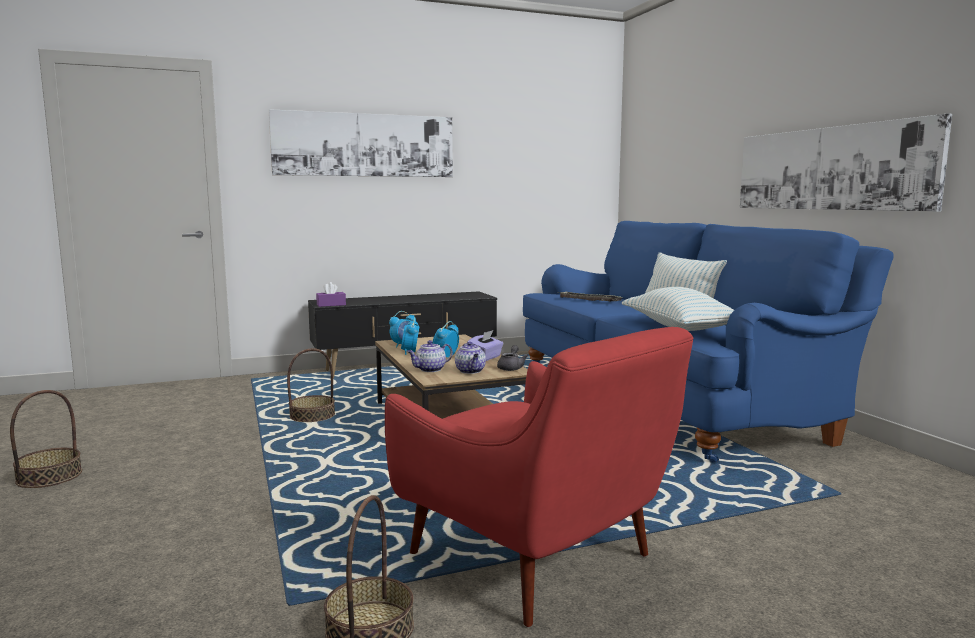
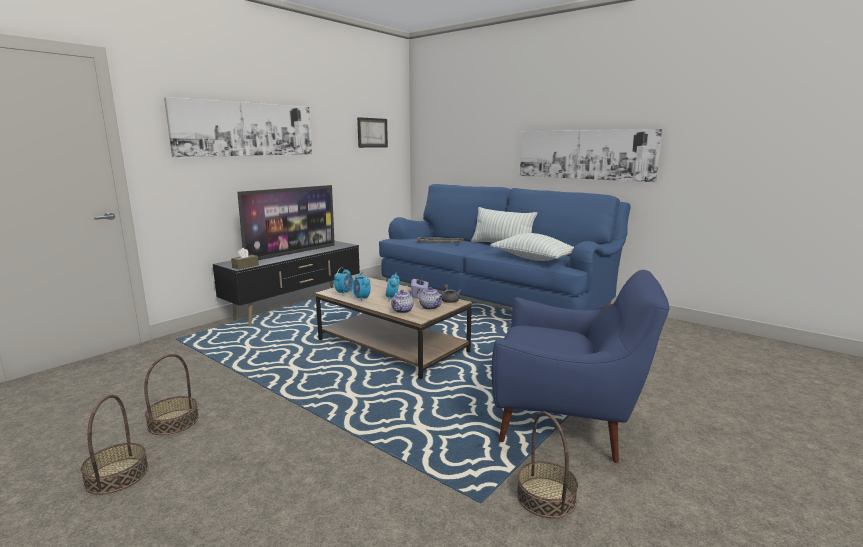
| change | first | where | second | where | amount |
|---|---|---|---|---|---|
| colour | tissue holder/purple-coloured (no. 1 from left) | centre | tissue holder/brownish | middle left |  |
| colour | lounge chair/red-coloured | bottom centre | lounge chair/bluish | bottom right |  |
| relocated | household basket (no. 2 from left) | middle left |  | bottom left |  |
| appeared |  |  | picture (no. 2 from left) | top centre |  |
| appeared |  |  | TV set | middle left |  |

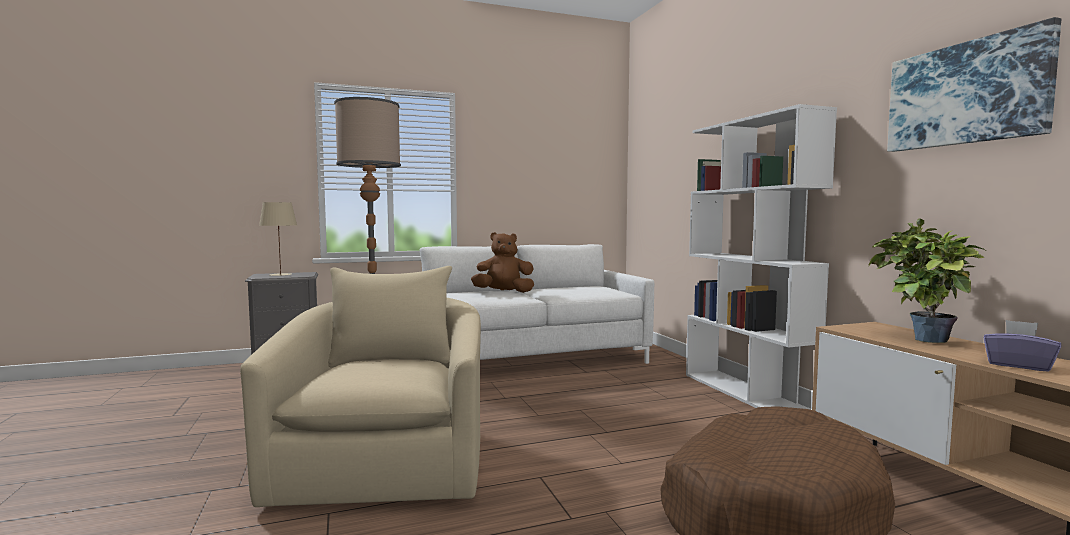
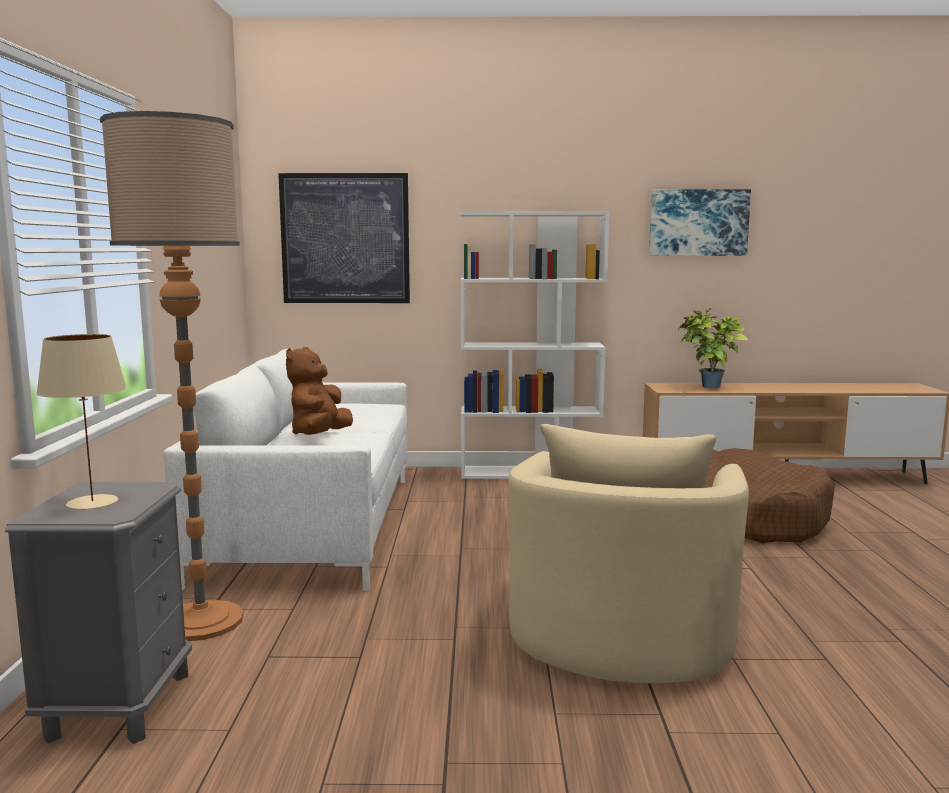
| change | first | where | second | where | amount |
|---|---|---|---|---|---|
| spun | lounge chair/beige-coloured | bottom centre |  | bottom centre | 90 degrees counterclockwise |
| missing | tissue holder/purple-coloured | middle right |  |  |  |
| appeared |  |  | picture (no. 1 from left) | top centre |  |

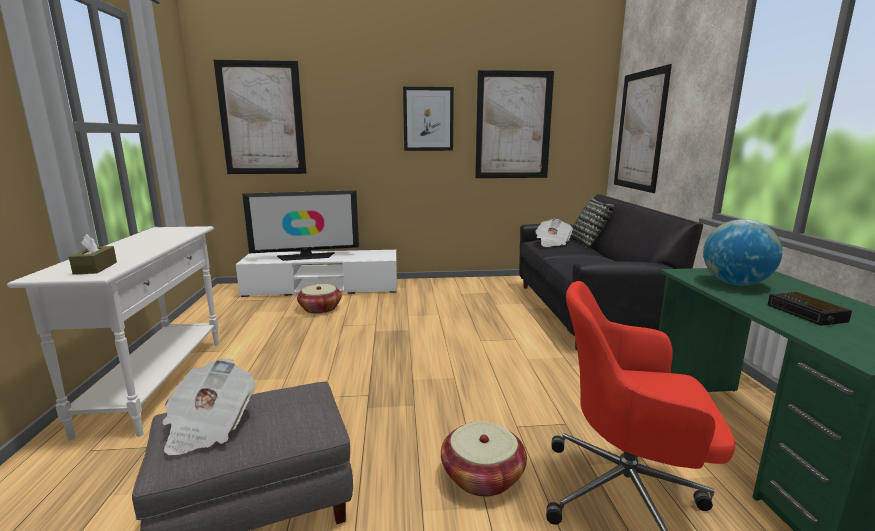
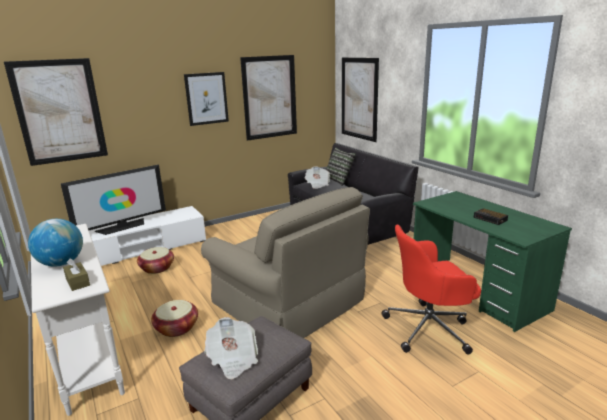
| change | first | where | second | where | amount |
|---|---|---|---|---|---|
| relocated | desk globe | middle right |  | middle left |  |
| relocated | household basket (no. 2 from left) | bottom centre |  | bottom left |  |
| appeared |  |  | lounge chair/beige-coloured | centre |  |

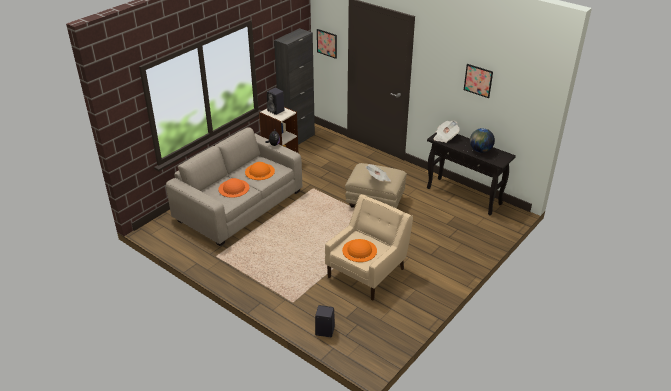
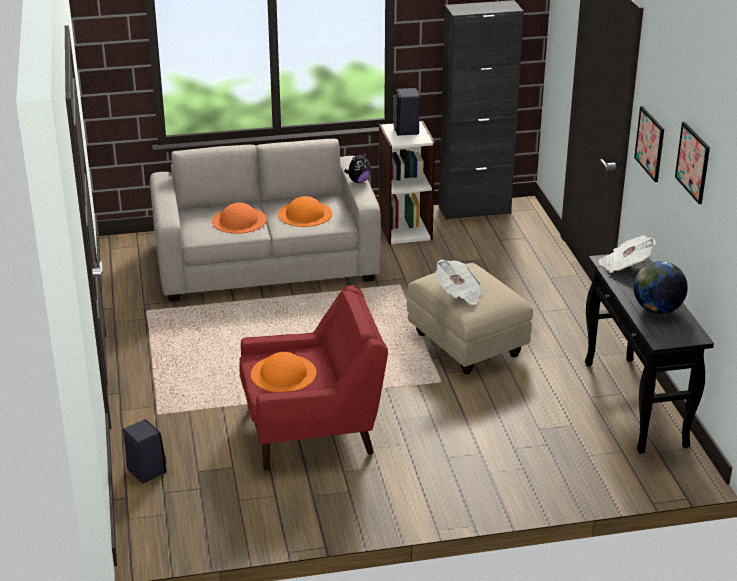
| change | first | where | second | where | amount |
|---|---|---|---|---|---|
| relocated | picture (no. 1 from left) | top centre |  | top right |  |
| colour | lounge chair/beige-coloured | centre | lounge chair/red-coloured | centre |  |

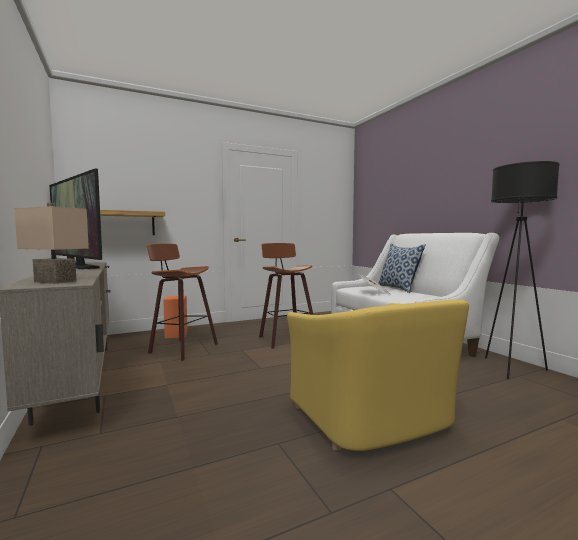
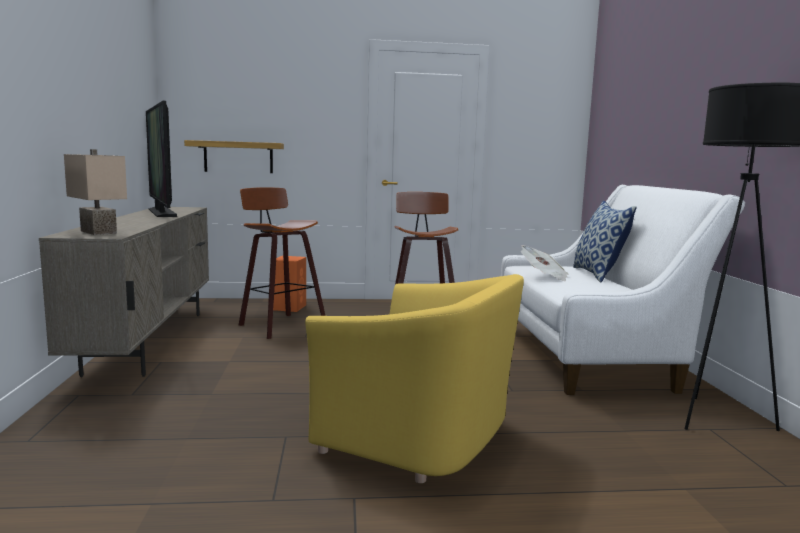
| change | first | where | second | where | amount |
|---|---|---|---|---|---|
| spun | lounge chair/yellow-coloured | bottom centre |  | bottom centre | 60 degrees counterclockwise |

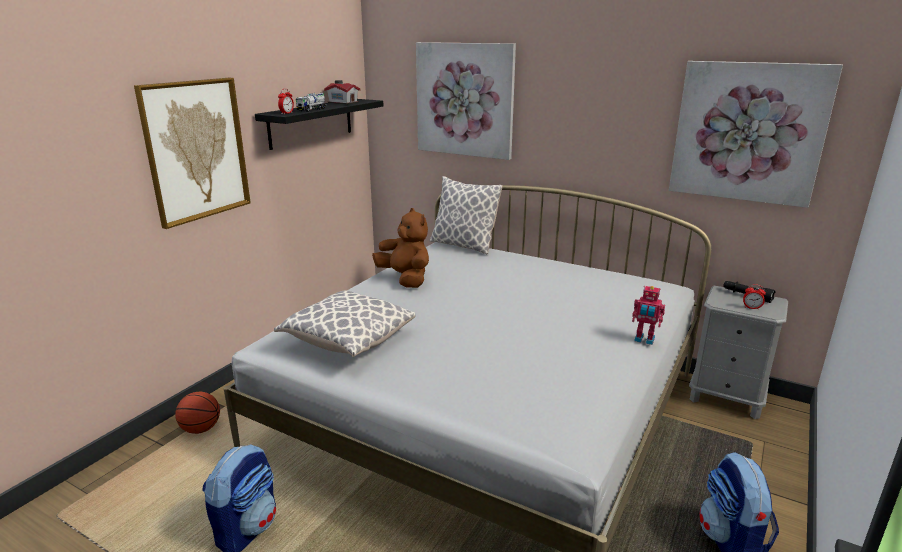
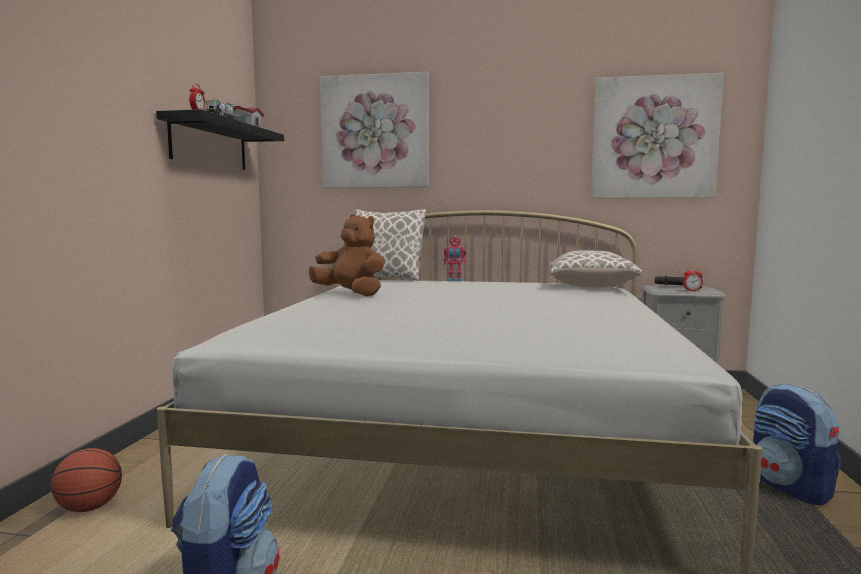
| change | first | where | second | where | amount |
|---|---|---|---|---|---|
| missing | picture (no. 1 from left) | top left |  |  |  |
| relocated | toy robot | middle right |  | centre |  |
| relocated | cushion (no. 1 from left in the first image) | centre | cushion (no. 2 from left) | middle right |  |

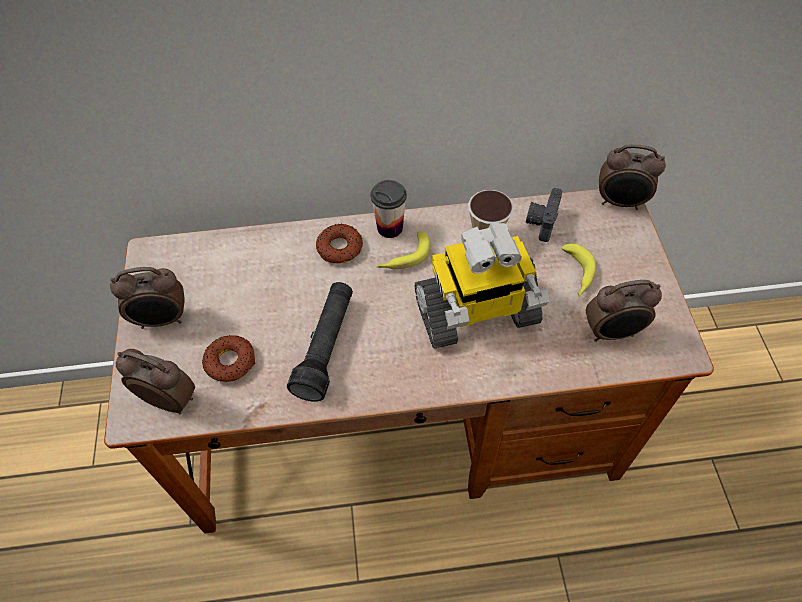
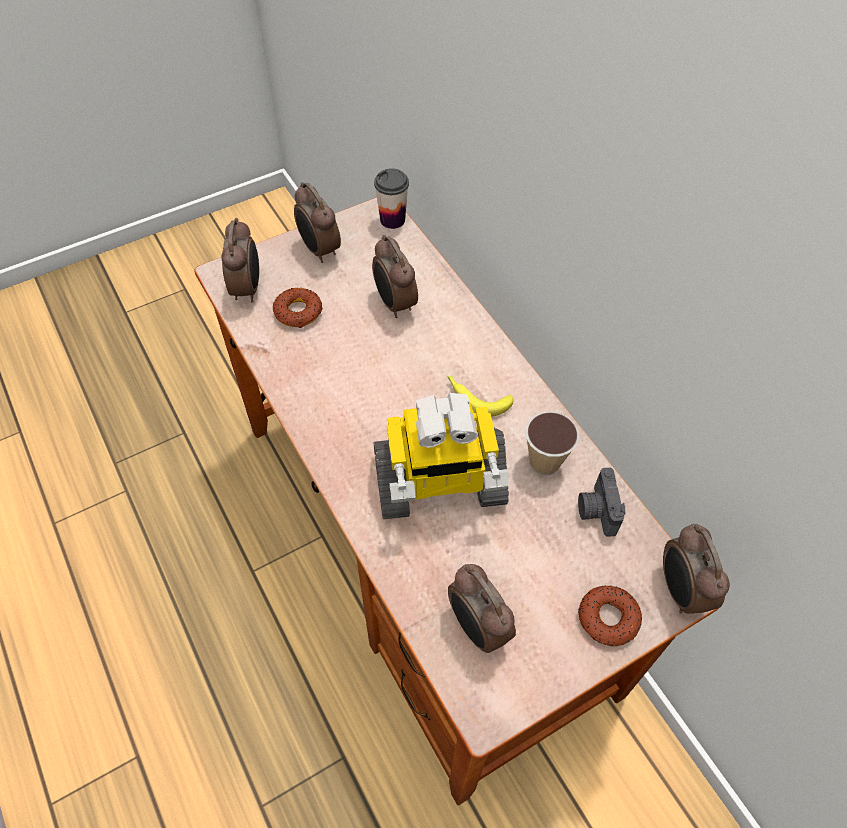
| change | first | where | second | where | amount |
|---|---|---|---|---|---|
| relocated | cup (no. 1 from left) | centre |  | top centre |  |
| spun | photo camera | middle right |  | middle right | 90 degrees counterclockwise |
| spun | toy robot | centre |  | centre | 60 degrees counterclockwise |
| relocated | ring doughnut (no. 2 from left) | centre |  | bottom right |  |
| missing | whole banana (no. 2 from left) | middle right |  |  |  |
| missing | torch/black-coloured | centre |  |  |  |
| appeared |  |  | bedside clock (no. 3 from left) | centre |  |

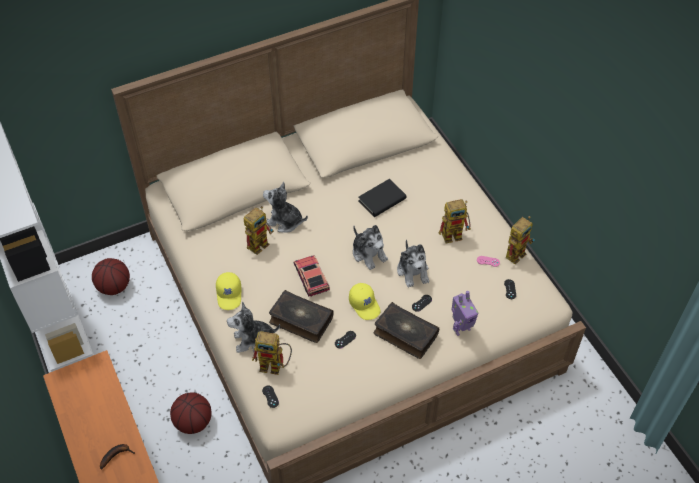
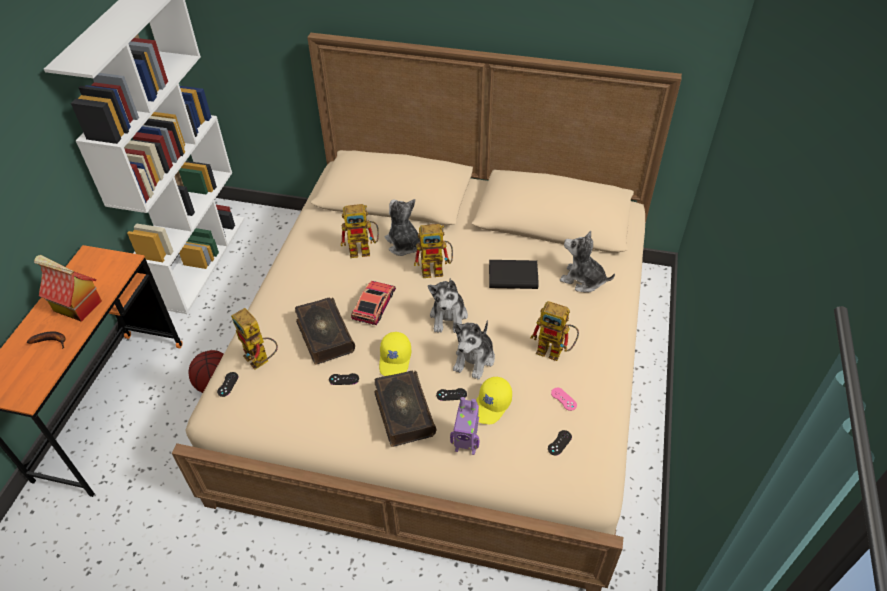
| change | first | where | second | where | amount |
|---|---|---|---|---|---|
| relocated | toy robot (no. 5 from left in the first image) | middle right | toy robot (no. 3 from left) | centre |  |
| missing | basketball (no. 1 from left) | middle left |  |  |  |
| relocated | baseball cap/yellow-coloured (no. 1 from left in the first image) | middle left | baseball cap/yellow-coloured (no. 2 from left) | bottom centre |  |
| relocated | soft toy (no. 1 from left in the first image) | bottom centre | soft toy (no. 4 from left) | centre |  |
| appeared |  |  | model house | middle left |  |

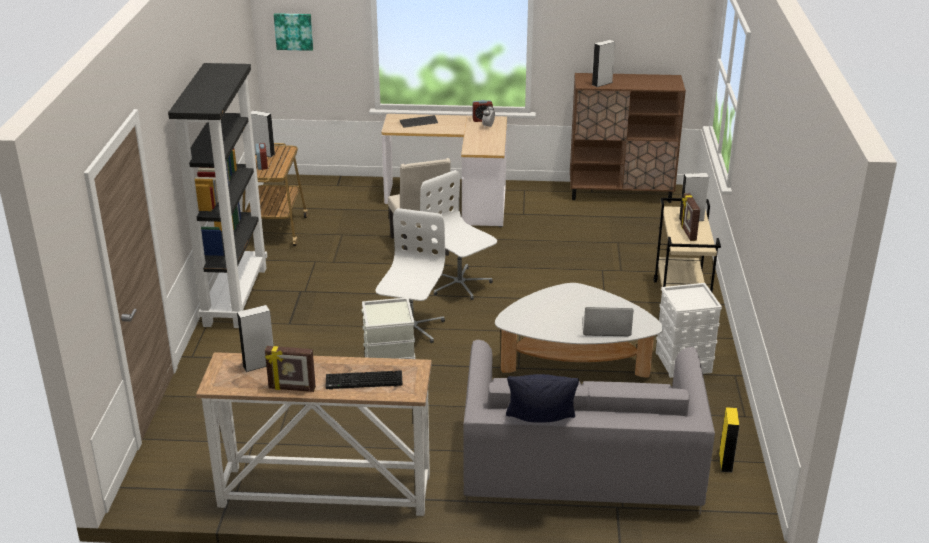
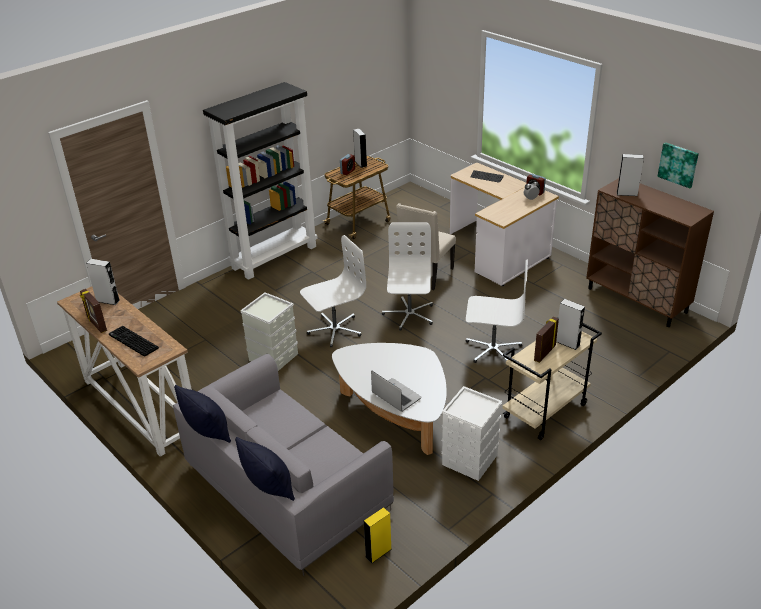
| change | first | where | second | where | amount |
|---|---|---|---|---|---|
| relocated | picture | top left |  | top right |  |
| appeared |  |  | computer chair/white-coloured (no. 3 from left) | centre |  |
| appeared |  |  | cushion/black-coloured (no. 2 from left) | bottom centre |  |

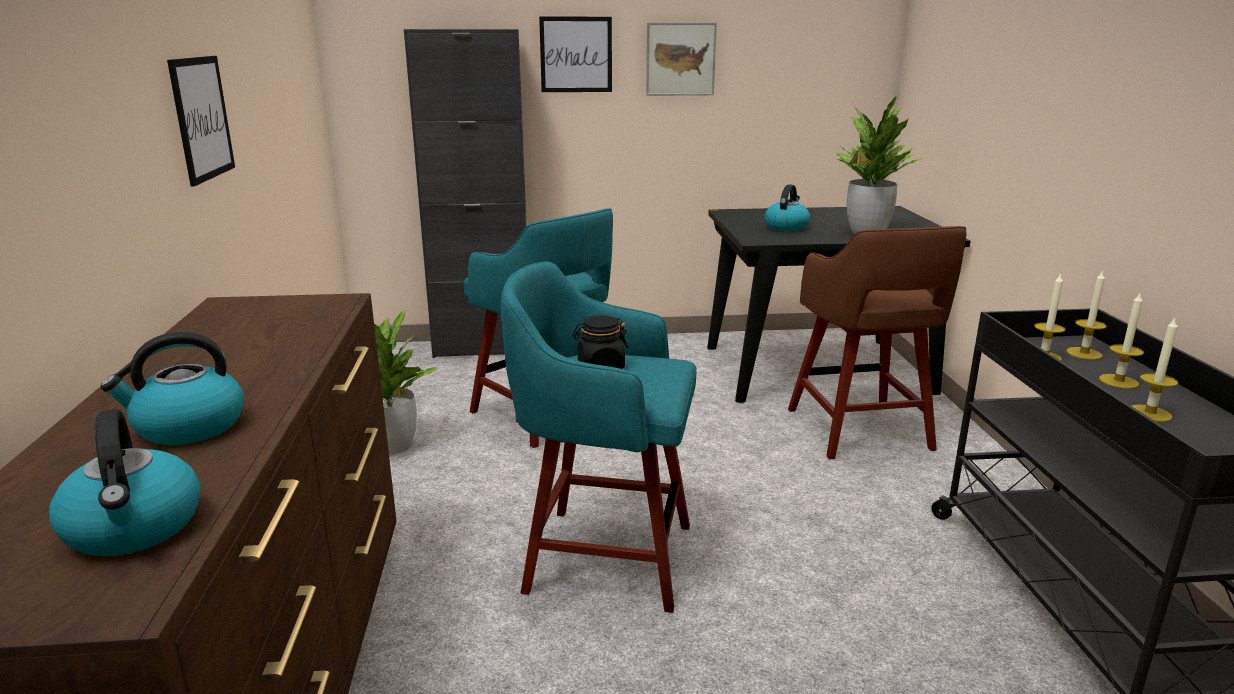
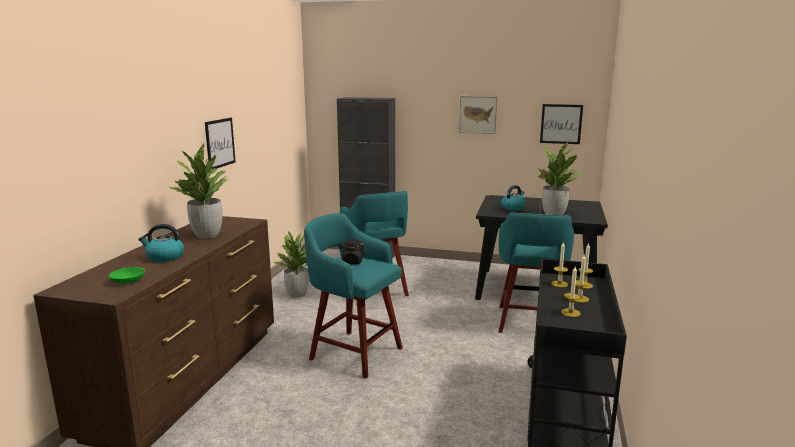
| change | first | where | second | where | amount |
|---|---|---|---|---|---|
| relocated | picture (no. 2 from left in the first image) | top centre | picture (no. 3 from left) | top right |  |
| colour | stool/brownish | middle right | stool/turquoise-coloured (no. 3 from left) | middle right |  |
| exchanged | water kettle (no. 1 from left) | bottom left | bowl/greenish | middle left |  |
| appeared |  |  | plant in a pot (no. 1 from left) | middle left |  |

